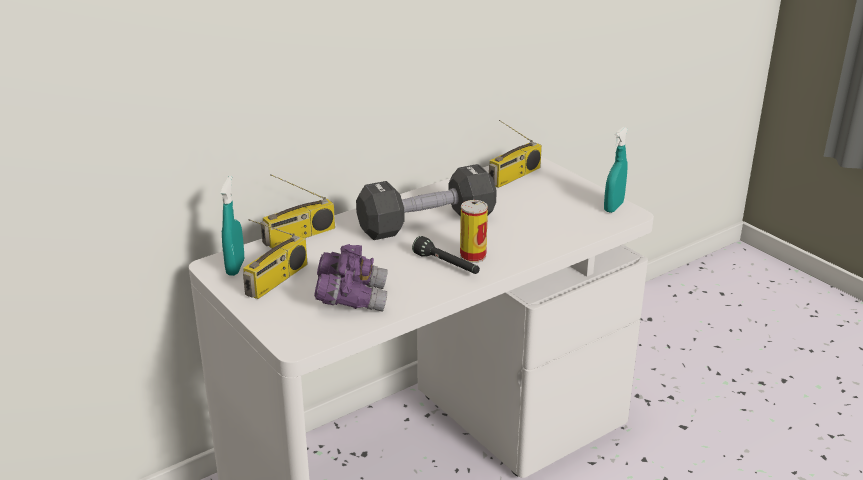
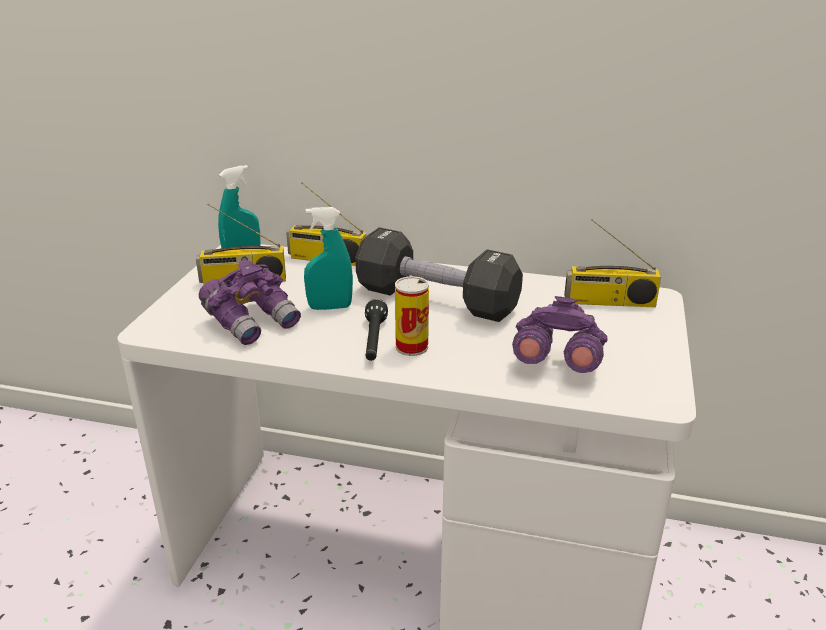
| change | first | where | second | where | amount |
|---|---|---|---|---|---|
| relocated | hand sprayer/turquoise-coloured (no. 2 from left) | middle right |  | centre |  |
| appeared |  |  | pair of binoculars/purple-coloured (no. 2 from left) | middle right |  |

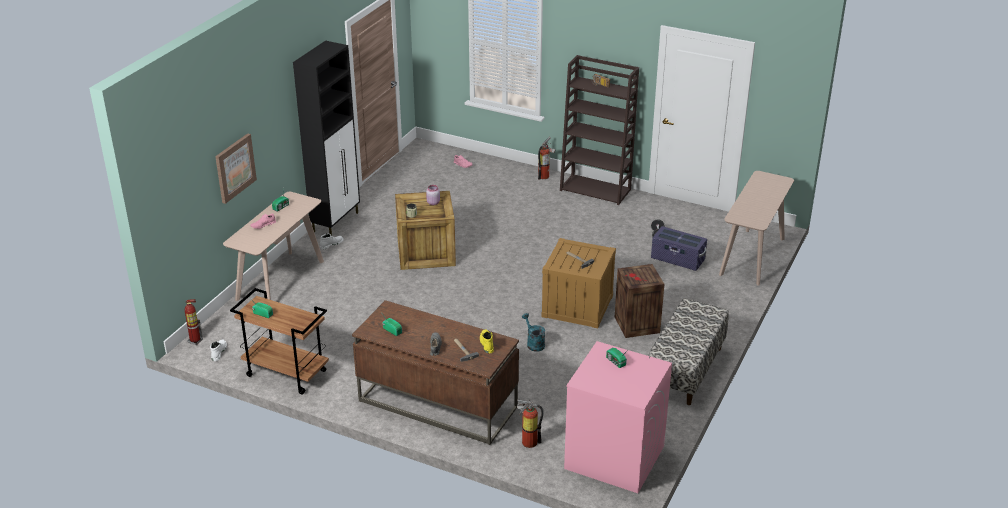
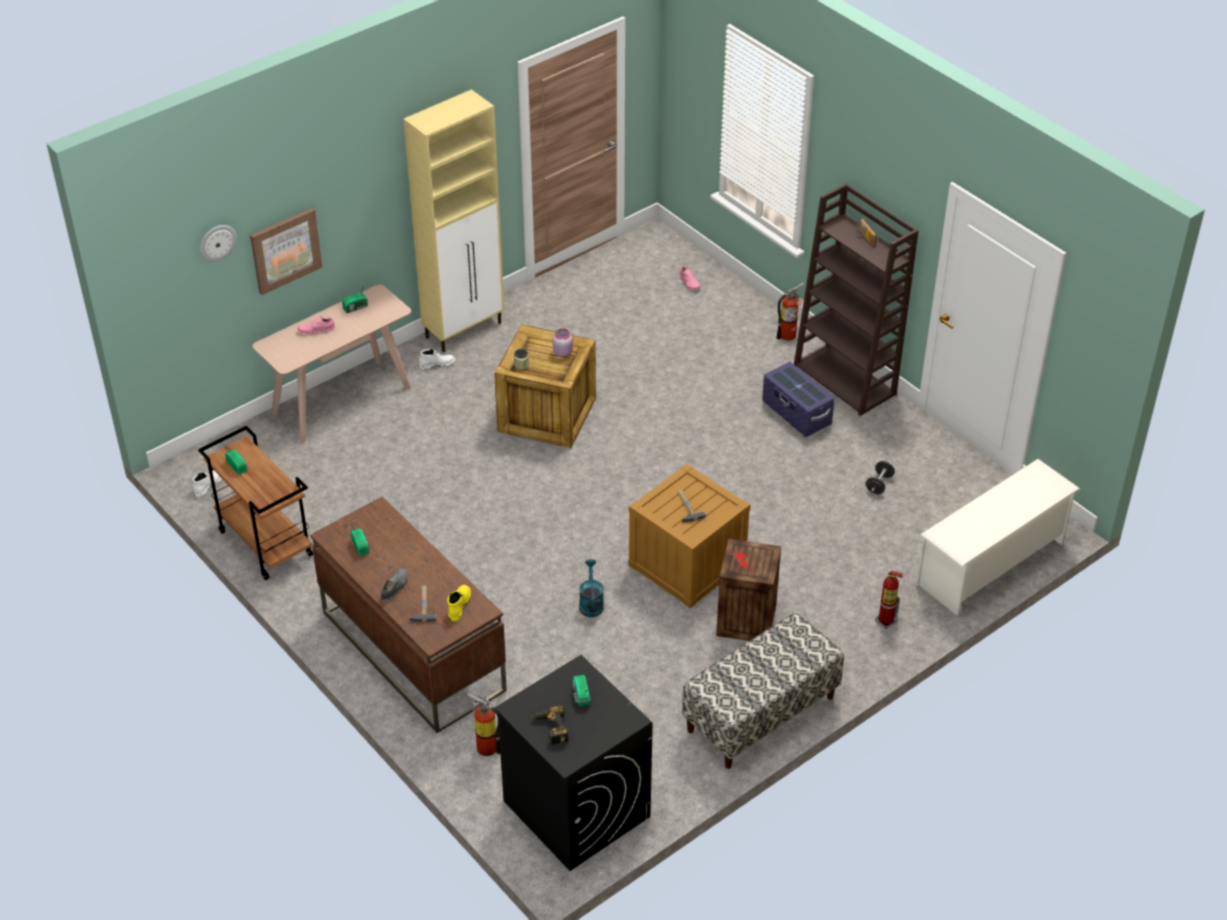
| change | first | where | second | where | amount |
|---|---|---|---|---|---|
| colour | storage cabinet/black-coloured | top left | storage cabinet/beige-coloured | top centre |  |
| exchanged | console table/beige-coloured (no. 2 from left) | middle right | shoe rack/white-coloured | middle right |  |
| relocated | storage container/purple-coloured | middle right |  | centre |  |
| relocated | fire extinguisher (no. 1 from left in the first image) | middle left | fire extinguisher (no. 3 from left) | middle right |  |
| colour | laundry machine/pink | bottom centre | laundry machine/black-coloured | bottom centre |  |
| appeared |  |  | wall clock | top left |  |
| appeared |  |  | electric drill | bottom centre |  |

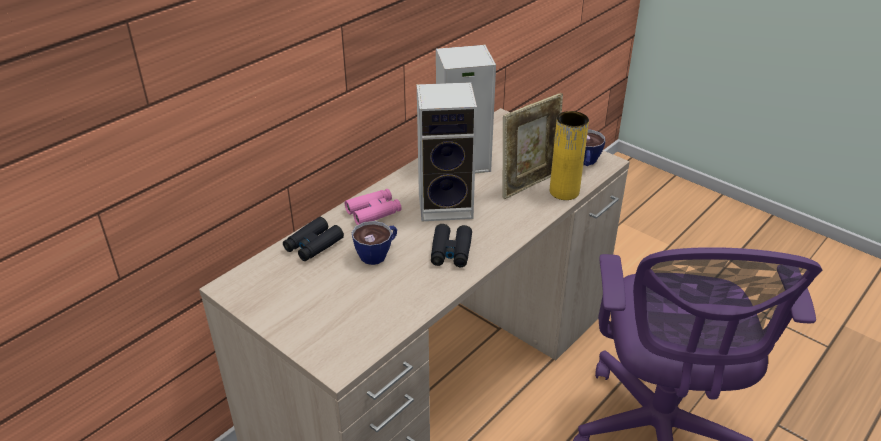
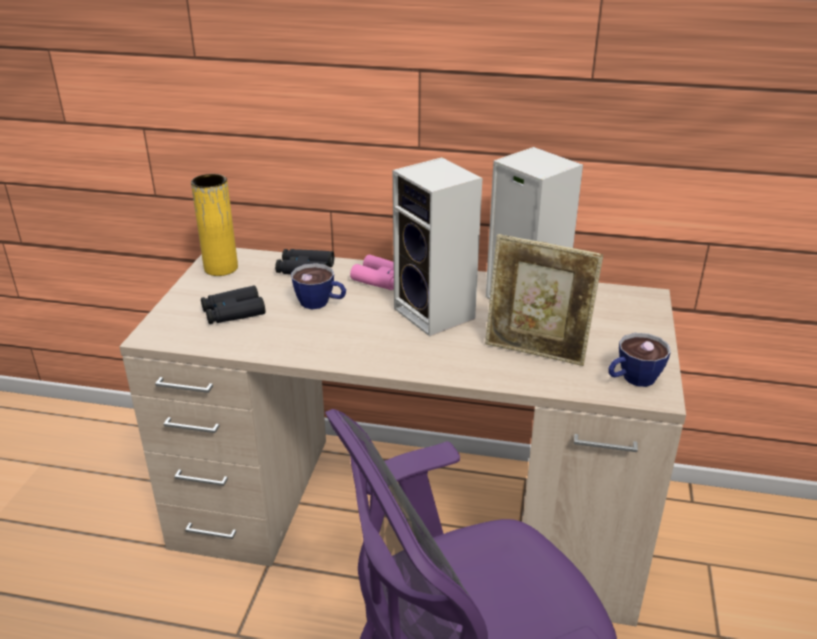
| change | first | where | second | where | amount |
|---|---|---|---|---|---|
| relocated | vase/yellow-coloured | centre |  | middle left |  |
| relocated | pair of binoculars/black-coloured (no. 2 from left in the first image) | centre | pair of binoculars/black-coloured (no. 1 from left) | middle left |  |

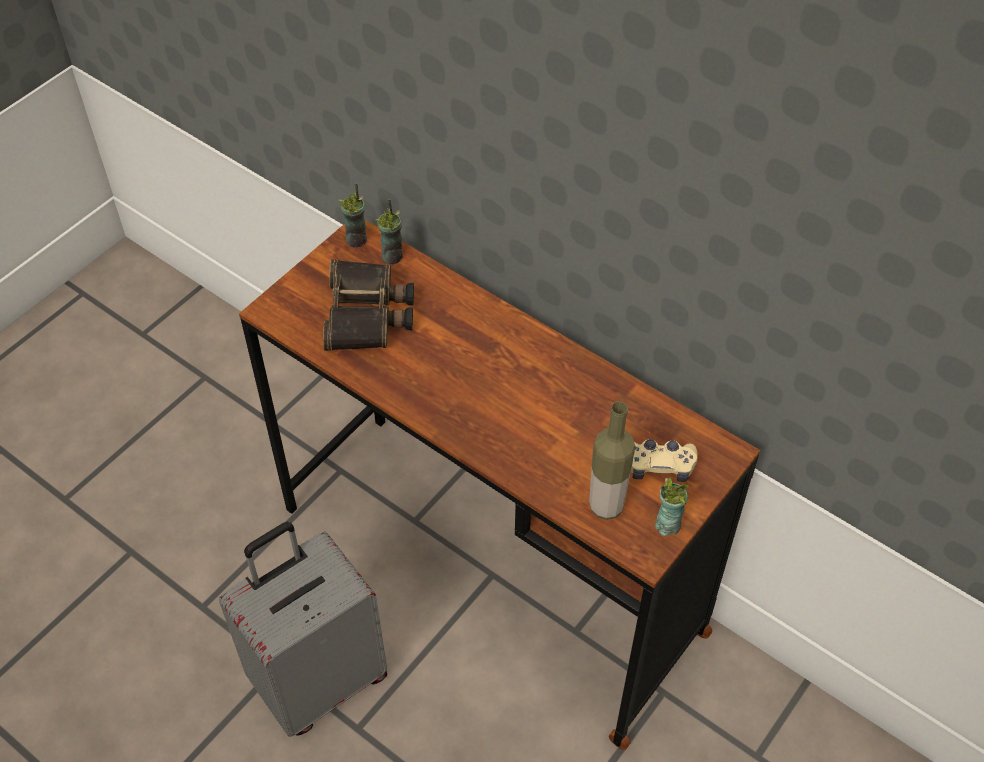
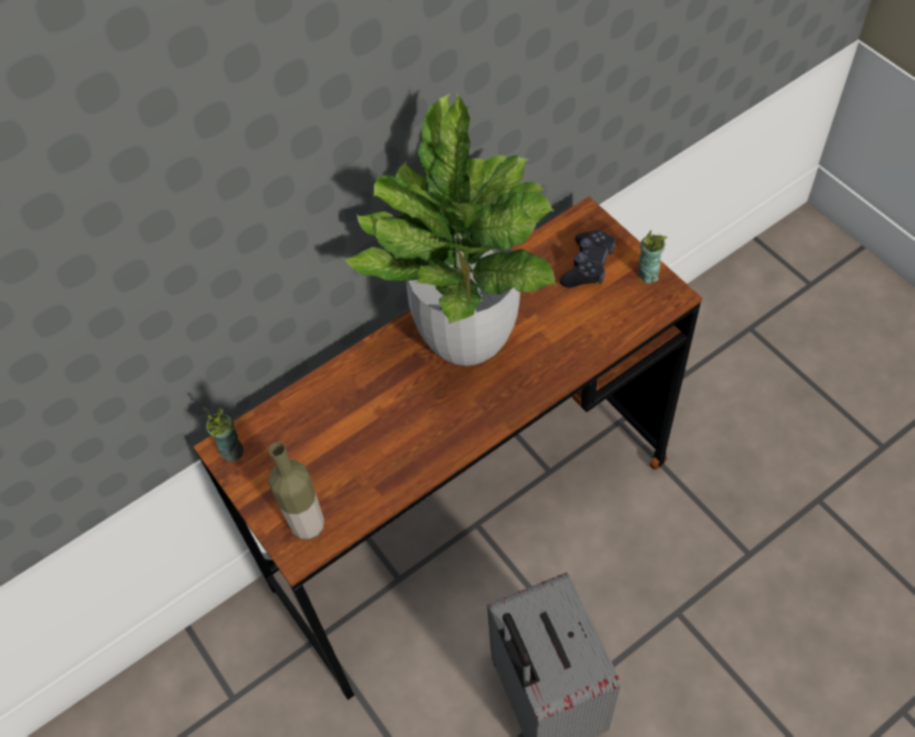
| change | first | where | second | where | amount |
|---|---|---|---|---|---|
| missing | cup (no. 2 from left) | top centre |  |  |  |
| missing | pair of binoculars | centre |  |  |  |
| relocated | drink bottle | centre |  | middle left |  |
| colour | game controller/beige-coloured | middle right | game controller/black-coloured | centre |  |
| appeared |  |  | plant in a pot | top centre |  |

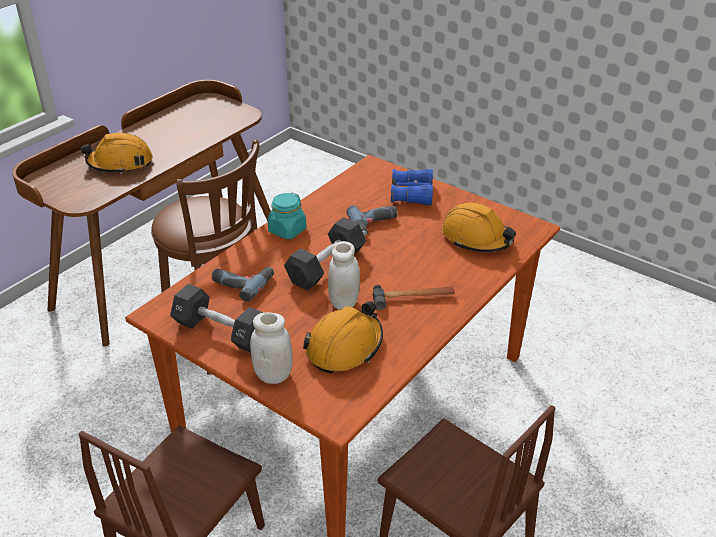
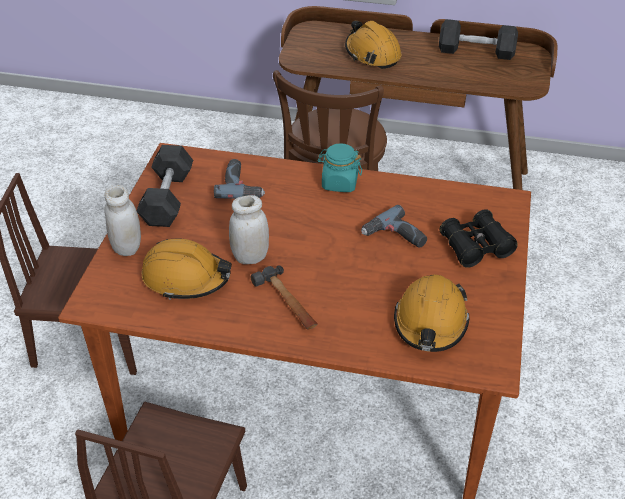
| change | first | where | second | where | amount |
|---|---|---|---|---|---|
| colour | pair of binoculars/bluish | centre | pair of binoculars/black-coloured | middle right |  |
| relocated | dumbbell/black-coloured (no. 2 from left) | centre |  | top right |  |

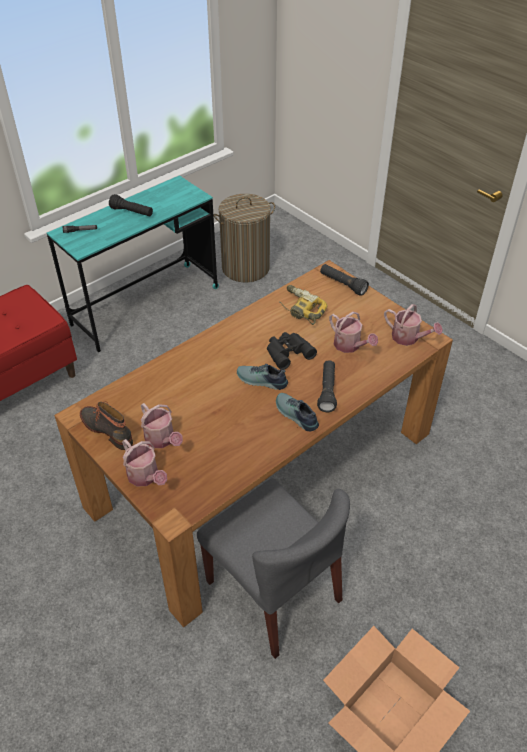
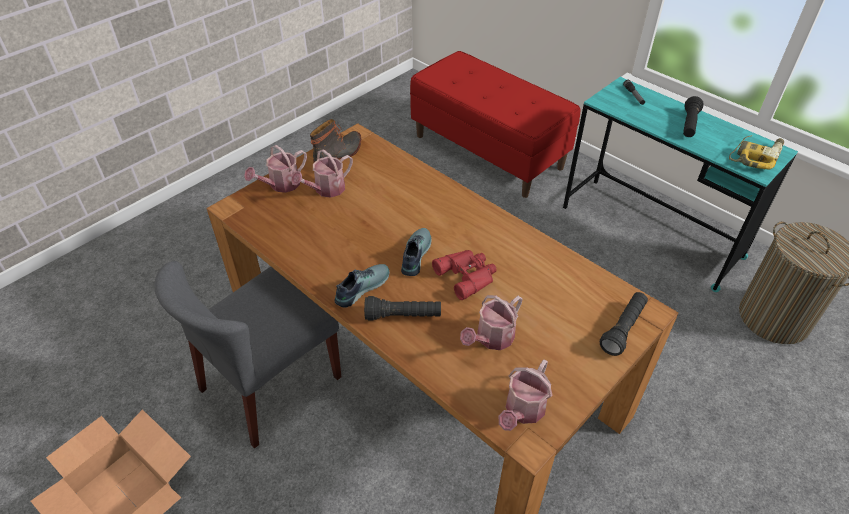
| change | first | where | second | where | amount |
|---|---|---|---|---|---|
| relocated | electric drill | centre |  | top right |  |
| colour | pair of binoculars/black-coloured | centre | pair of binoculars/red-coloured | centre |  |

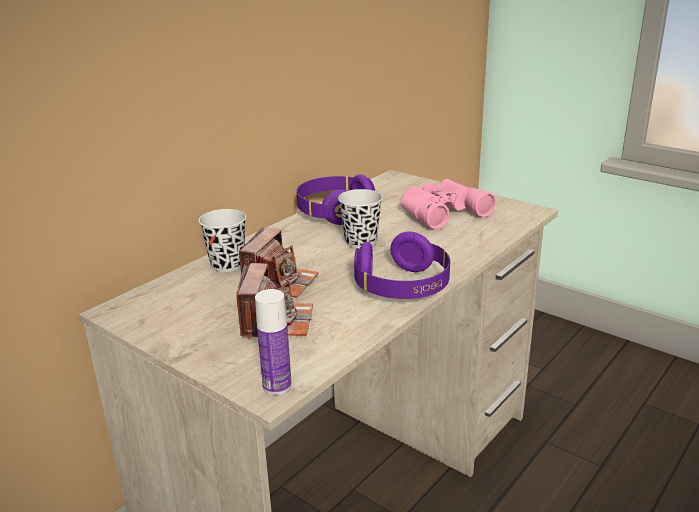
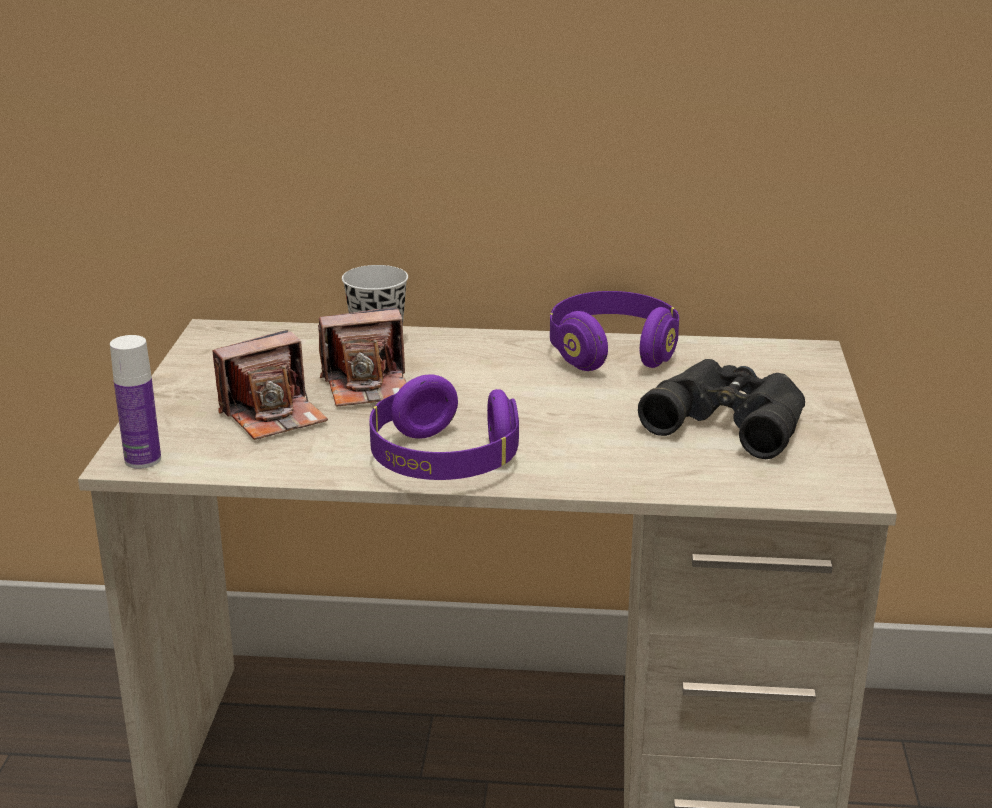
| change | first | where | second | where | amount |
|---|---|---|---|---|---|
| colour | pair of binoculars/pink | centre | pair of binoculars/black-coloured | middle right |  |
| missing | cup/black-coloured (no. 2 from left) | centre |  |  |  |

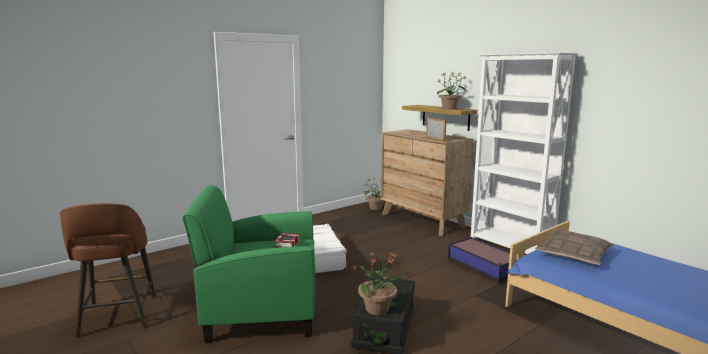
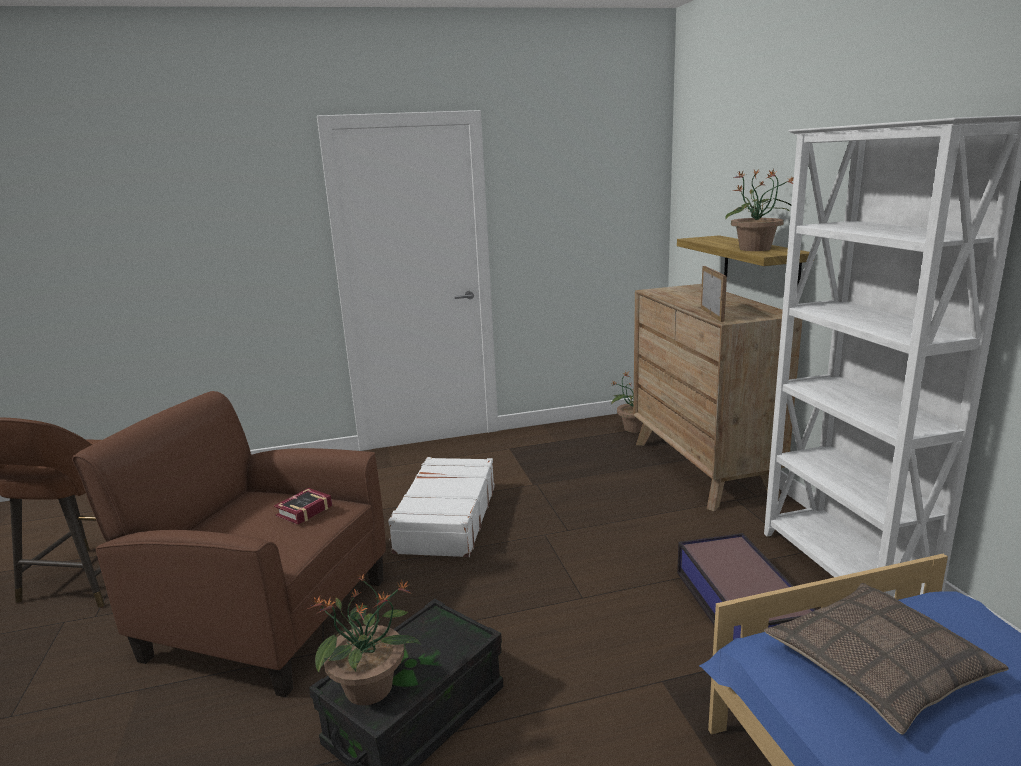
| change | first | where | second | where | amount |
|---|---|---|---|---|---|
| colour | lounge chair/greenish | bottom centre | lounge chair/brownish | bottom left |  |

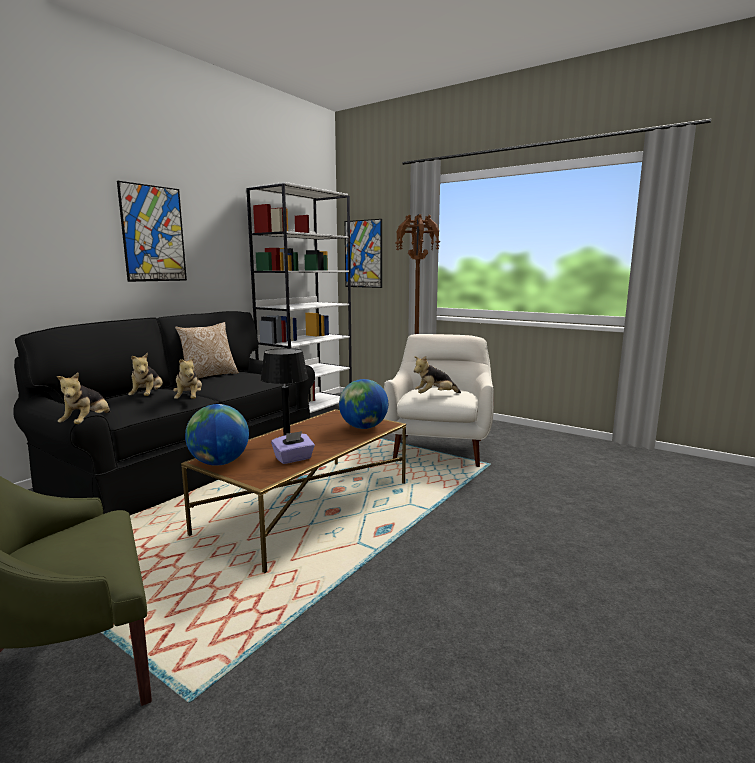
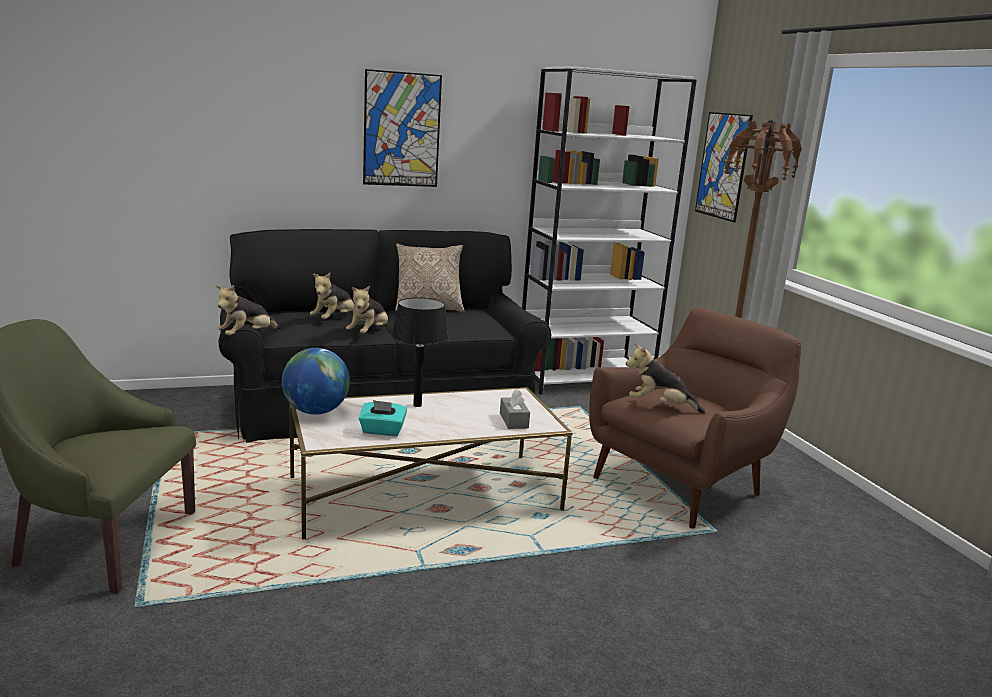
| change | first | where | second | where | amount |
|---|---|---|---|---|---|
| colour | lounge chair/white-coloured | centre | lounge chair/brownish | middle right |  |
| exchanged | desk globe (no. 2 from left) | centre | tissue holder/gray | centre |  |
| colour | low table/brownish | centre | low table/white-coloured | centre |  |
| colour | tissue holder/purple-coloured | centre | tissue holder/turquoise-coloured | centre |  |

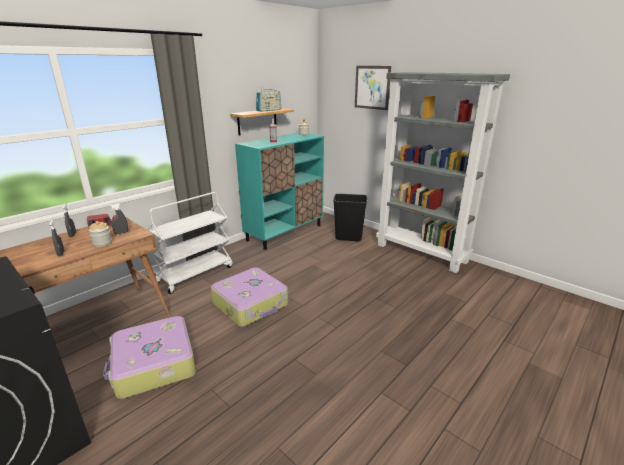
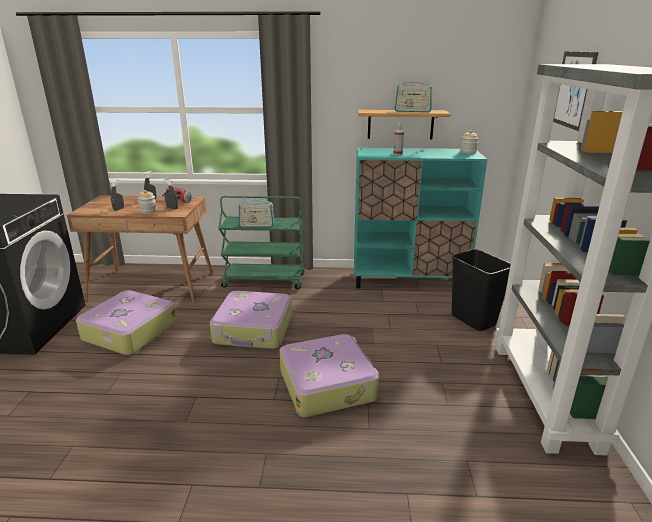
| change | first | where | second | where | amount |
|---|---|---|---|---|---|
| colour | trolley/white-coloured | middle left | trolley/greenish | centre |  |
| appeared |  |  | radio (no. 1 from left) | centre |  |
| appeared |  |  | suitcase (no. 3 from left) | bottom centre |  |

